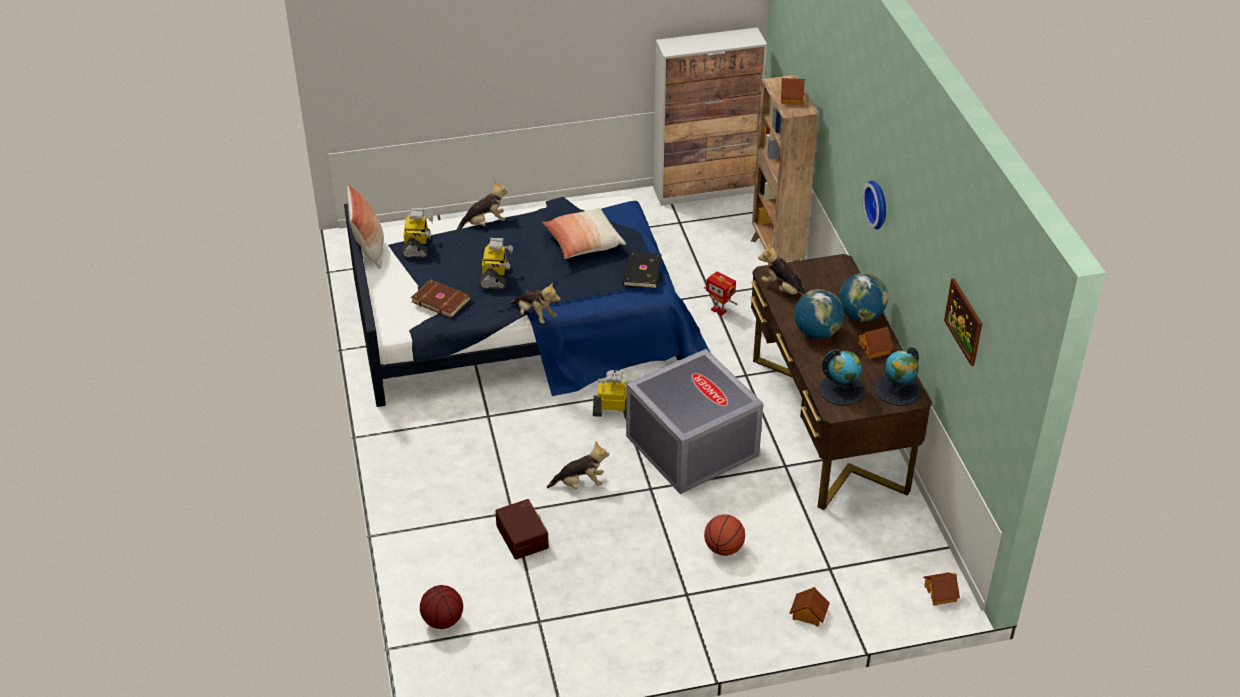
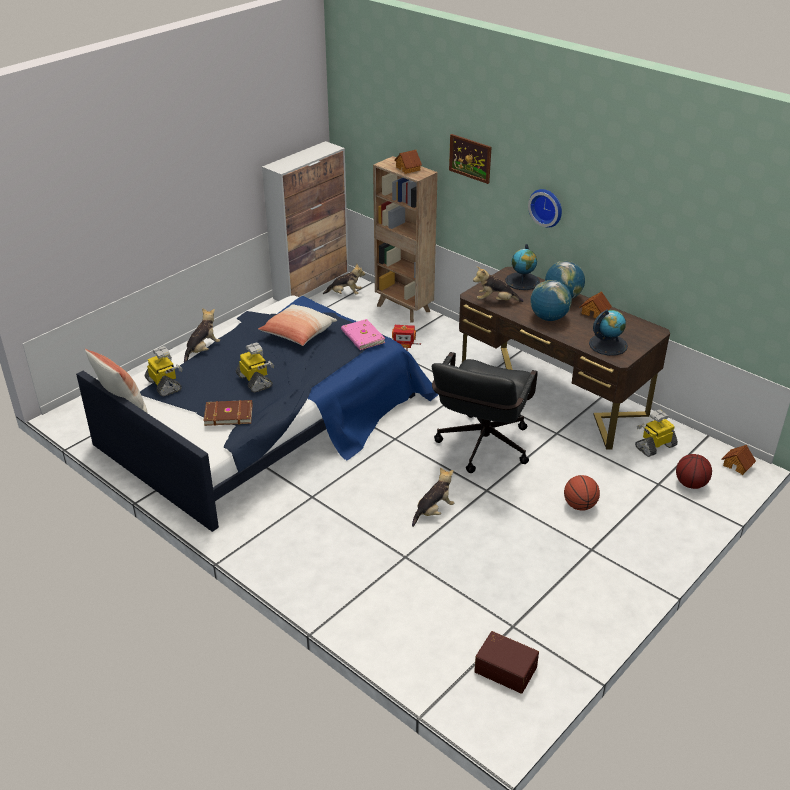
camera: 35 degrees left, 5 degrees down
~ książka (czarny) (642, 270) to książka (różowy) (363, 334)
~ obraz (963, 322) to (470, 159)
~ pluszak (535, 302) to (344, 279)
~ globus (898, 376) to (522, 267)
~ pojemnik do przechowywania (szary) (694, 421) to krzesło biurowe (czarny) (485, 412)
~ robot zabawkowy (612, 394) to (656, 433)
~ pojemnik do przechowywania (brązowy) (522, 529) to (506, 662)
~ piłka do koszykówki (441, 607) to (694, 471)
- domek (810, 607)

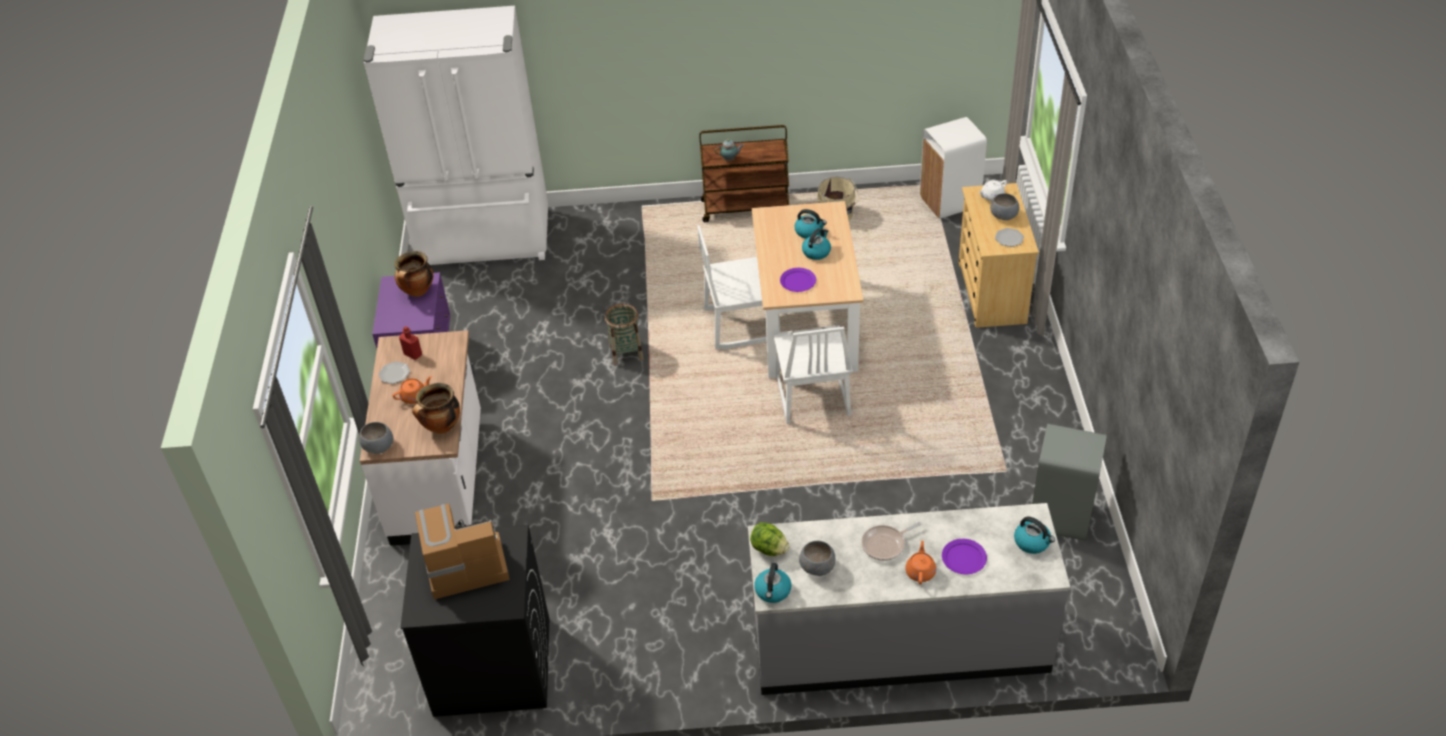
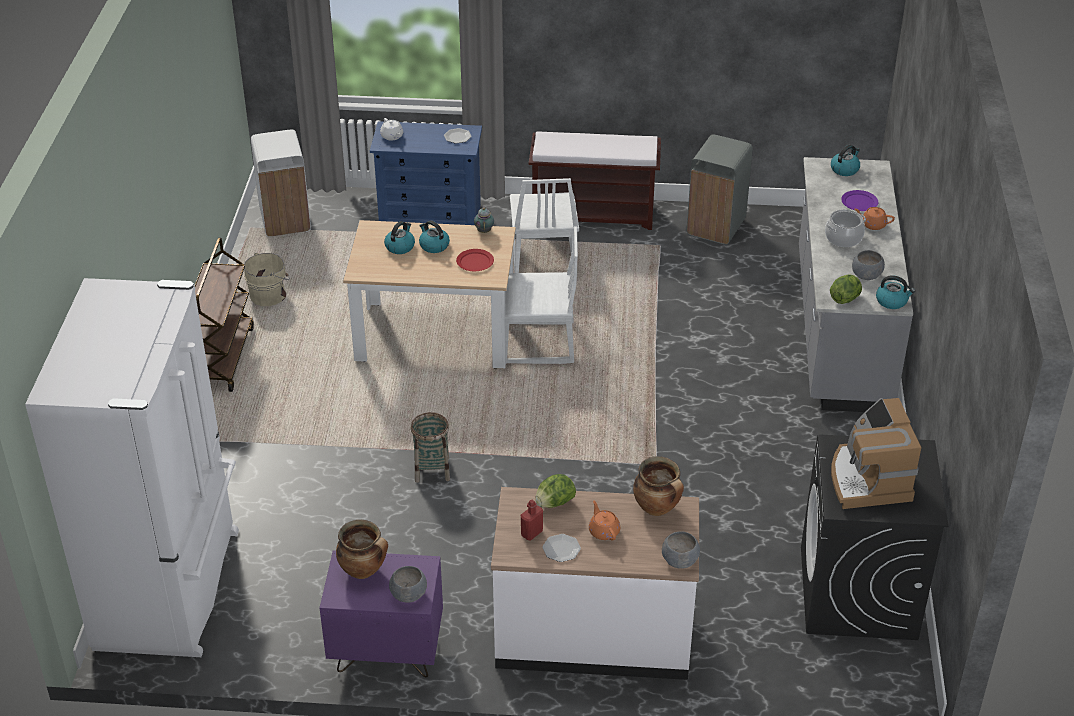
camera: 85 degrees left, 5 degrees down
~ imbryk (729, 150) to (484, 219)
~ komoda (beżowy) (999, 255) to komoda (niebieski) (426, 173)
~ miska (szary) (1004, 206) to (408, 584)
~ krzesło (biały) (738, 287) to (544, 225)
~ talerz (fioletowy) (798, 280) to talerz (czerwony) (475, 260)
~ patelnia (891, 541) to garnek (845, 228)
+ ławka (brązowy) (595, 180)
+ sałata (555, 491)

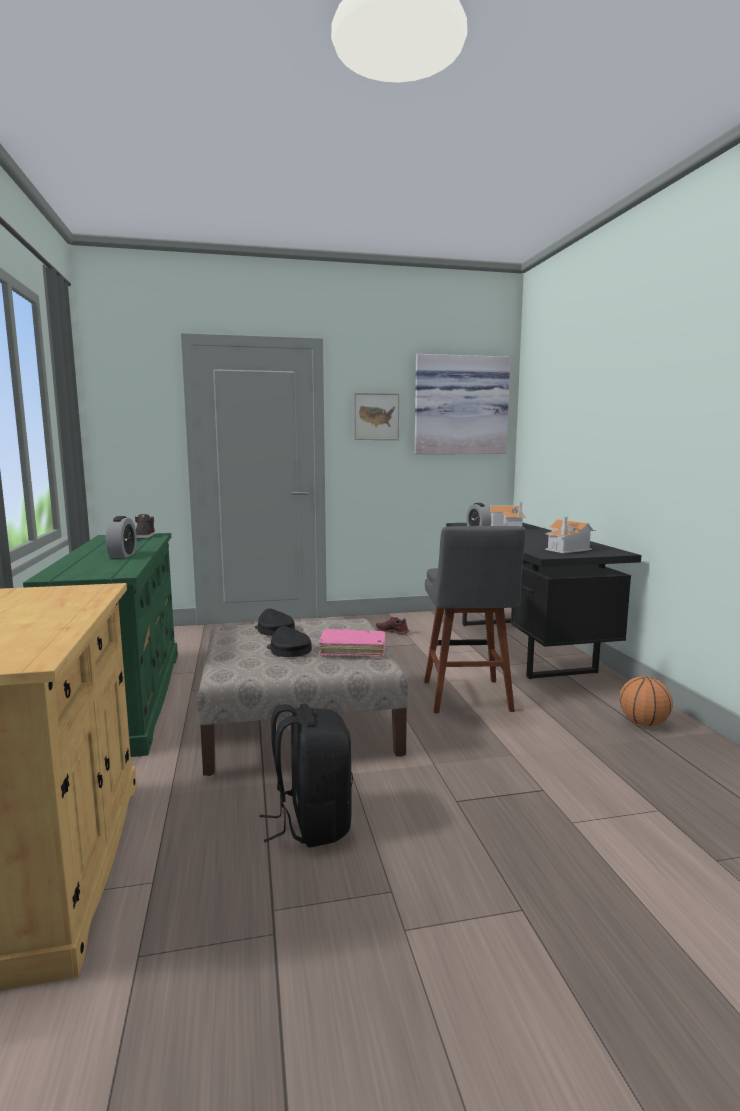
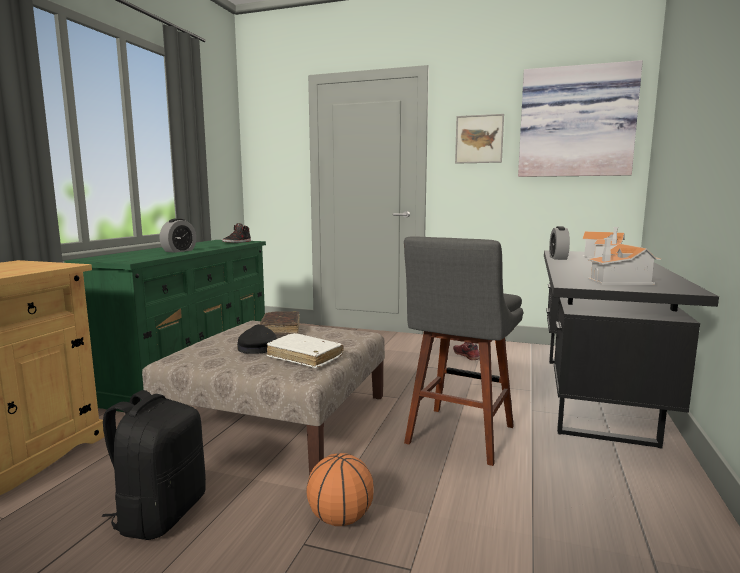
camera: 30 degrees right, 0 degrees up
~ czapka z daszkiem (czarny) (274, 622) to książka (brązowy) (280, 323)
~ książka (różowy) (352, 643) to książka (biały) (305, 350)
~ piłka do koszykówki (646, 701) to (340, 489)

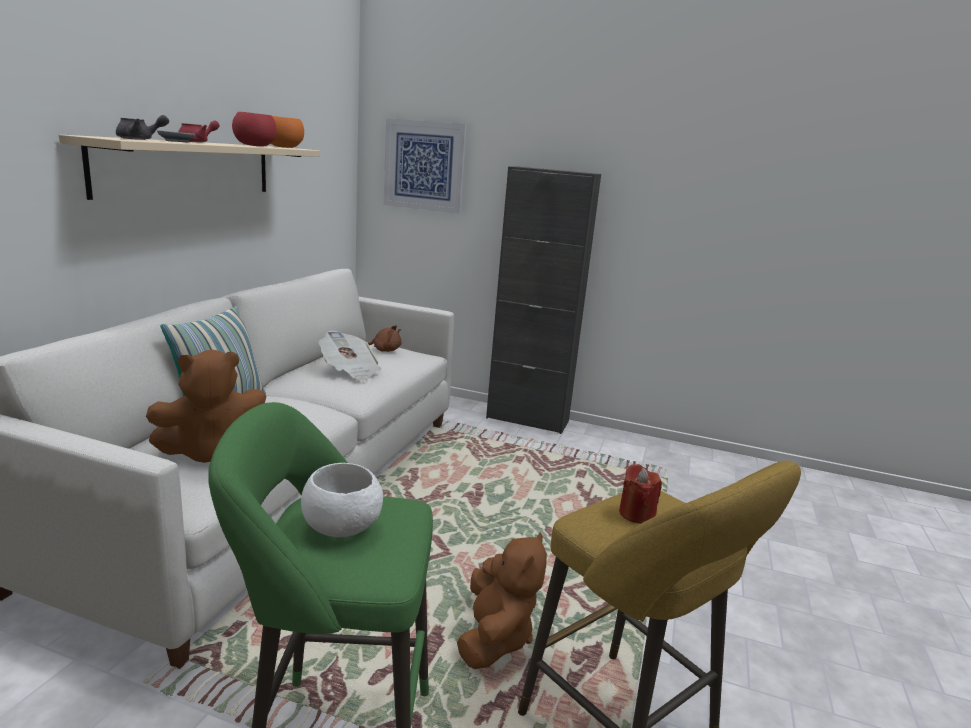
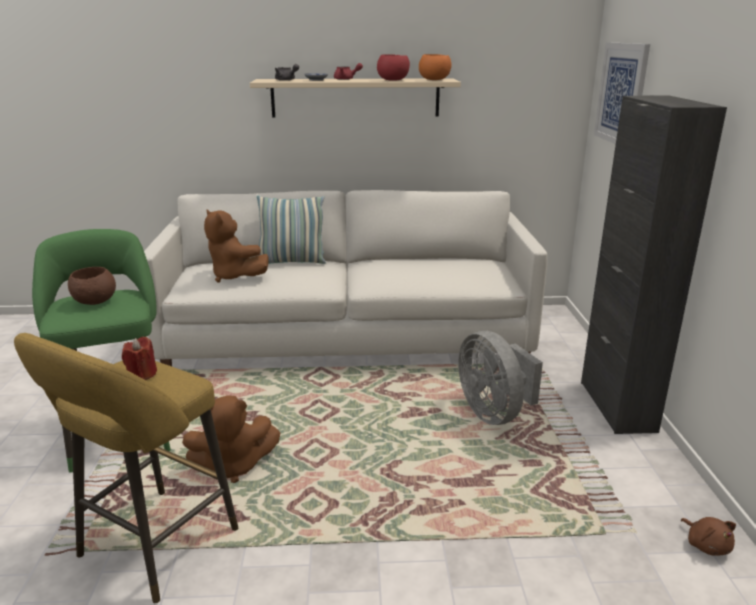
camera: 70 degrees right, 5 degrees up
~ pluszak (brązowy) (384, 338) to (708, 536)
- gazeta (350, 356)
~ miska (biały) (342, 500) to miska (brązowy) (92, 286)
+ wentylator (szary) (500, 378)

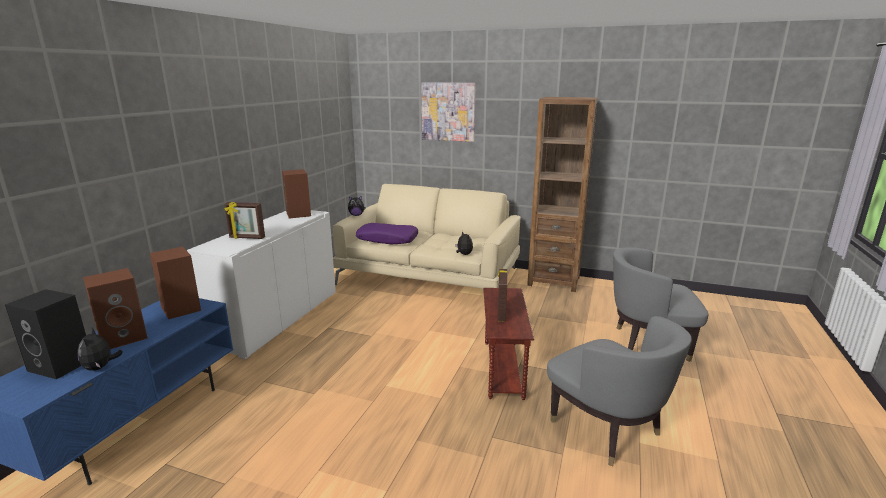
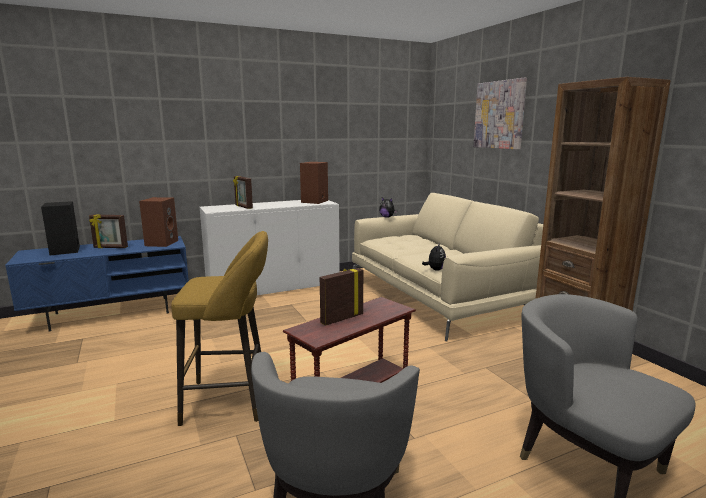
camera: 45 degrees right, 5 degrees down
- poduszka (fioletowy) (387, 233)
~ głośnik (brązowy) (115, 308) to ramka na zdjęcie (108, 231)
- pluszak (100, 349)
+ stołek (żółty) (219, 328)

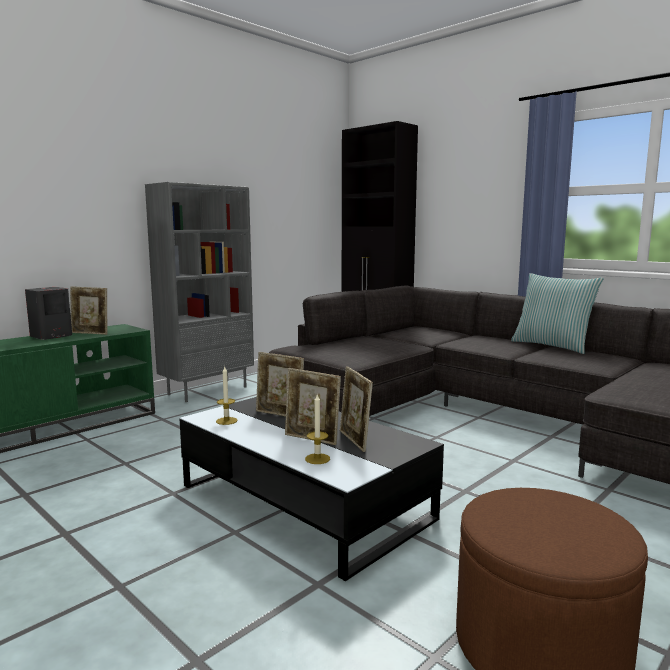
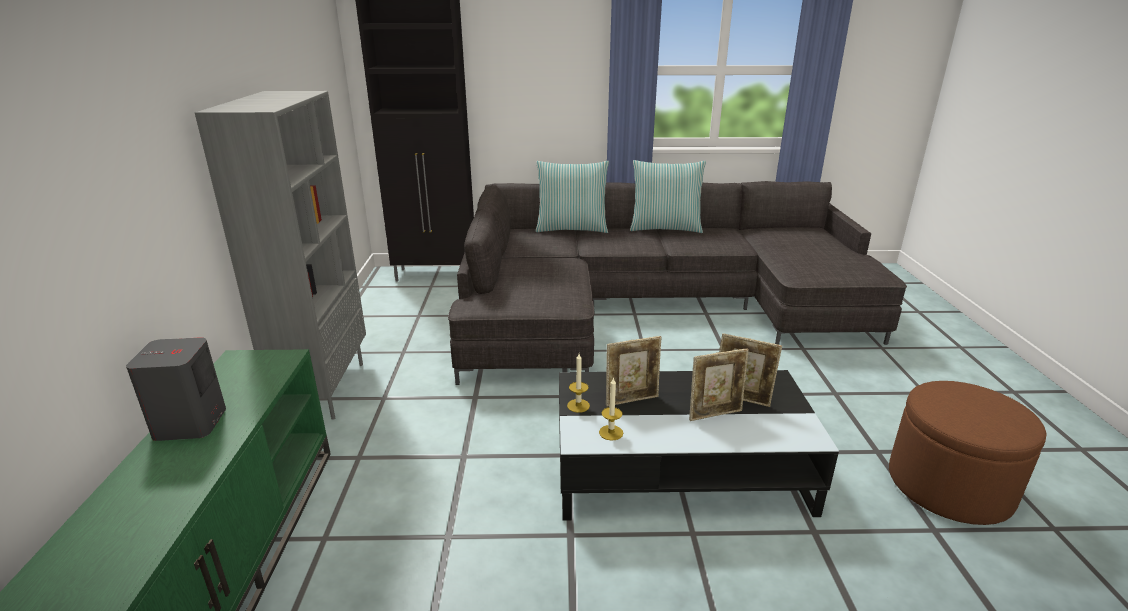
camera: 45 degrees left, 15 degrees up
- ramka na zdjęcie (89, 310)
~ świeca (317, 429) to (578, 383)
+ poduszka (572, 197)

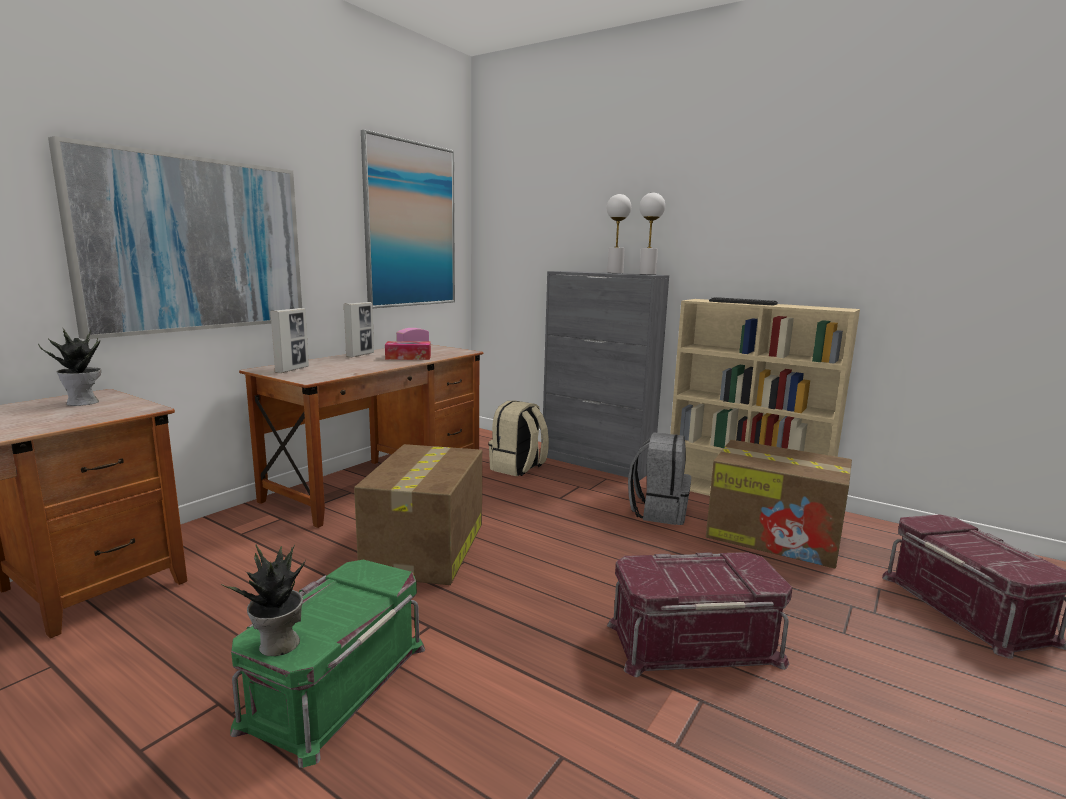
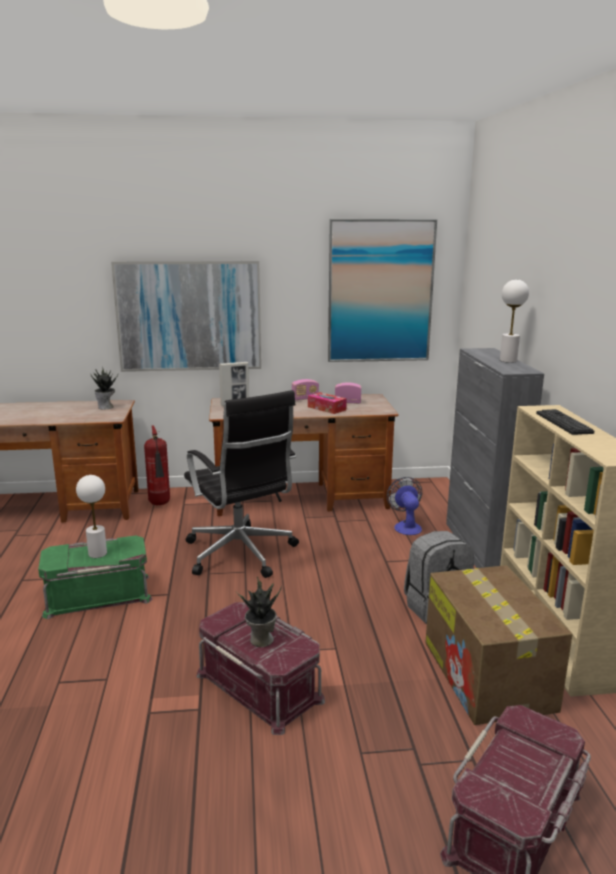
camera: 50 degrees right, 5 degrees up
~ lampa stołowa (biały) (652, 234) to (91, 516)
~ ramka na zdjęcie (358, 330) to radio (305, 390)
~ plecak (beżowy) (519, 438) to wentylator (404, 506)
~ karton (418, 514) to krzesło biurowe (czarny) (241, 484)
~ roślina doniczkowa (263, 600) to (259, 612)
+ gaśnica (157, 465)

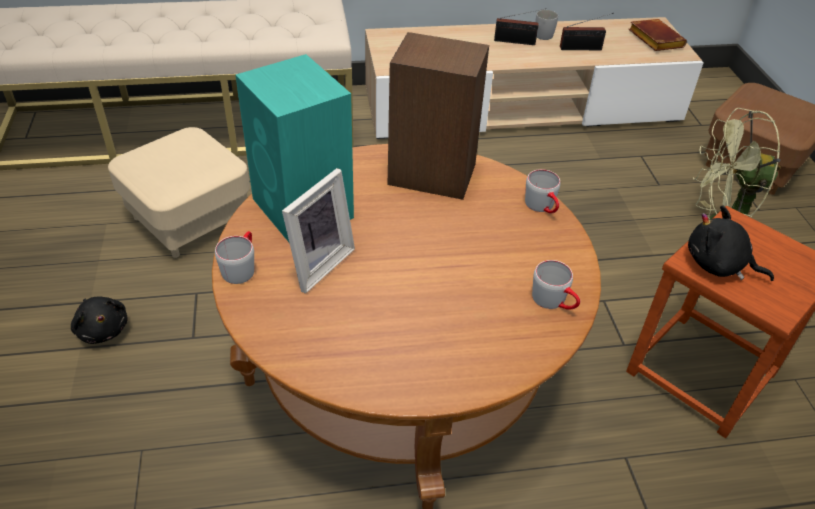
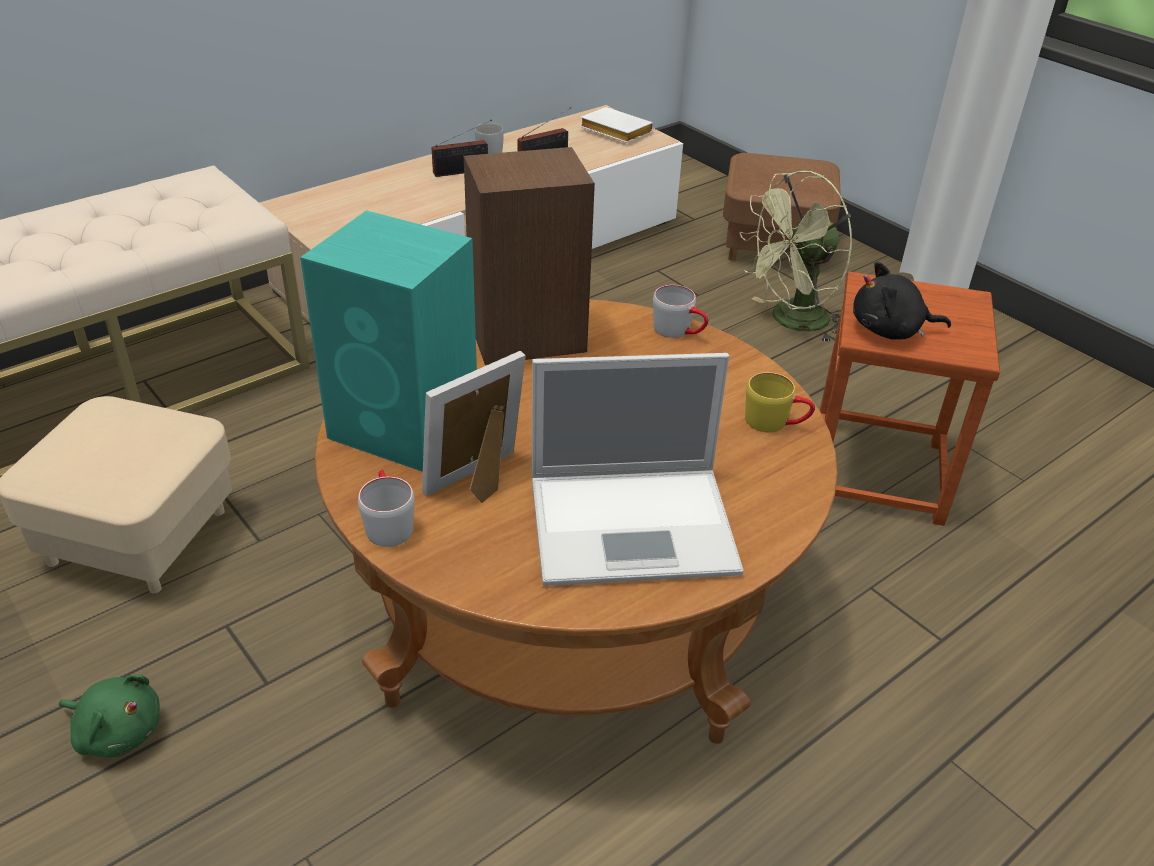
camera: 30 degrees left, 5 degrees down
~ książka (brązowy) (658, 35) to książka (biały) (617, 125)
~ ramka na zdjęcie (318, 230) = (474, 427) 135 degrees counterclockwise
~ kubek (szary) (556, 285) to kubek (żółty) (780, 402)
~ pluszak (czarny) (99, 320) to pluszak (zielony) (109, 715)
+ laptop (638, 469)

